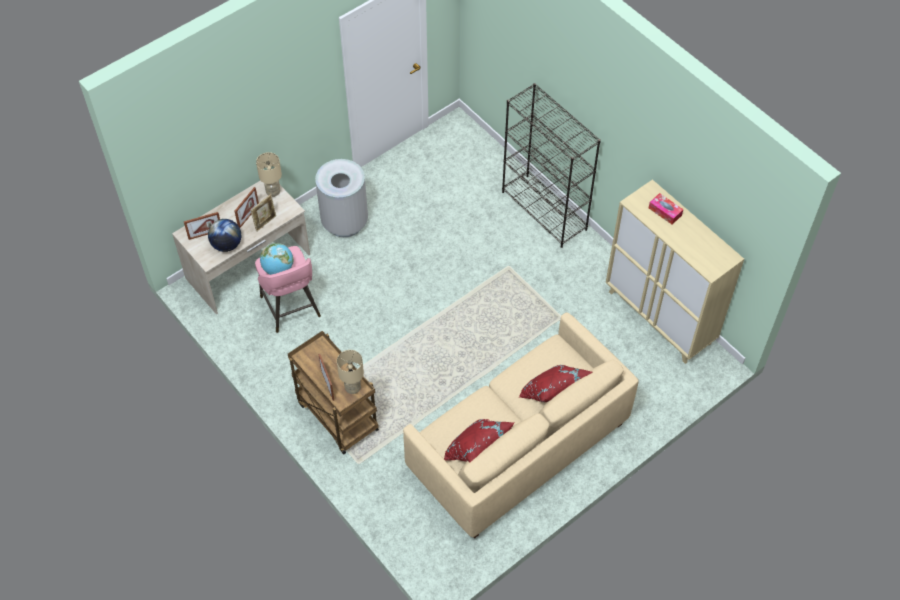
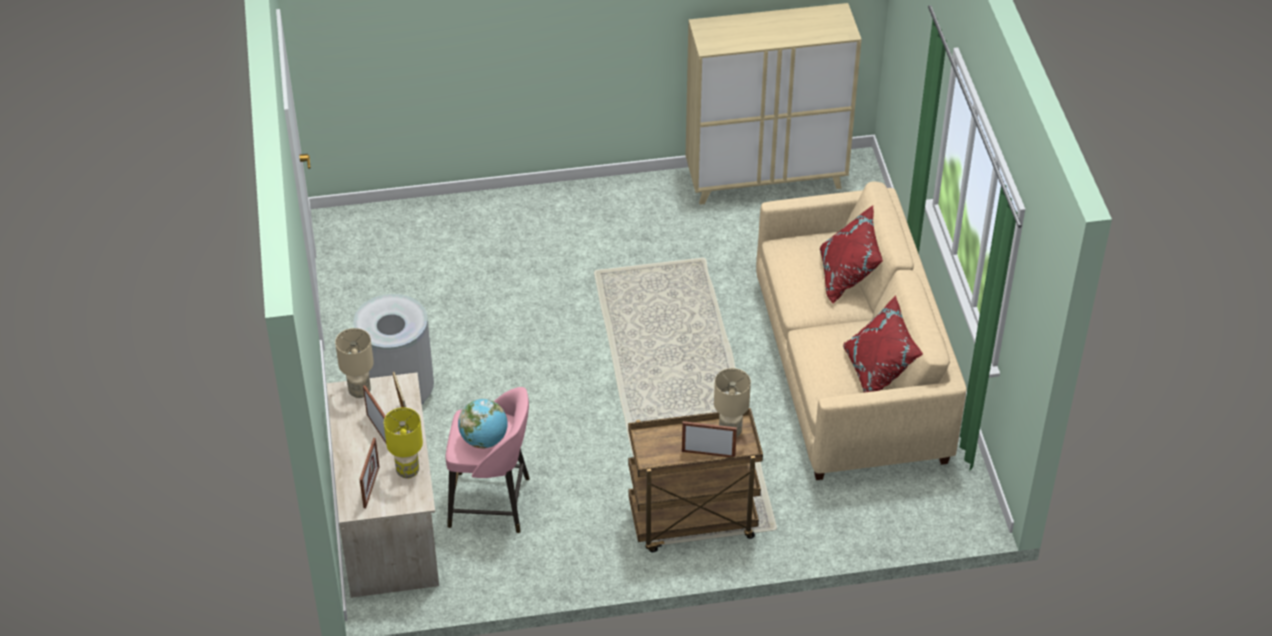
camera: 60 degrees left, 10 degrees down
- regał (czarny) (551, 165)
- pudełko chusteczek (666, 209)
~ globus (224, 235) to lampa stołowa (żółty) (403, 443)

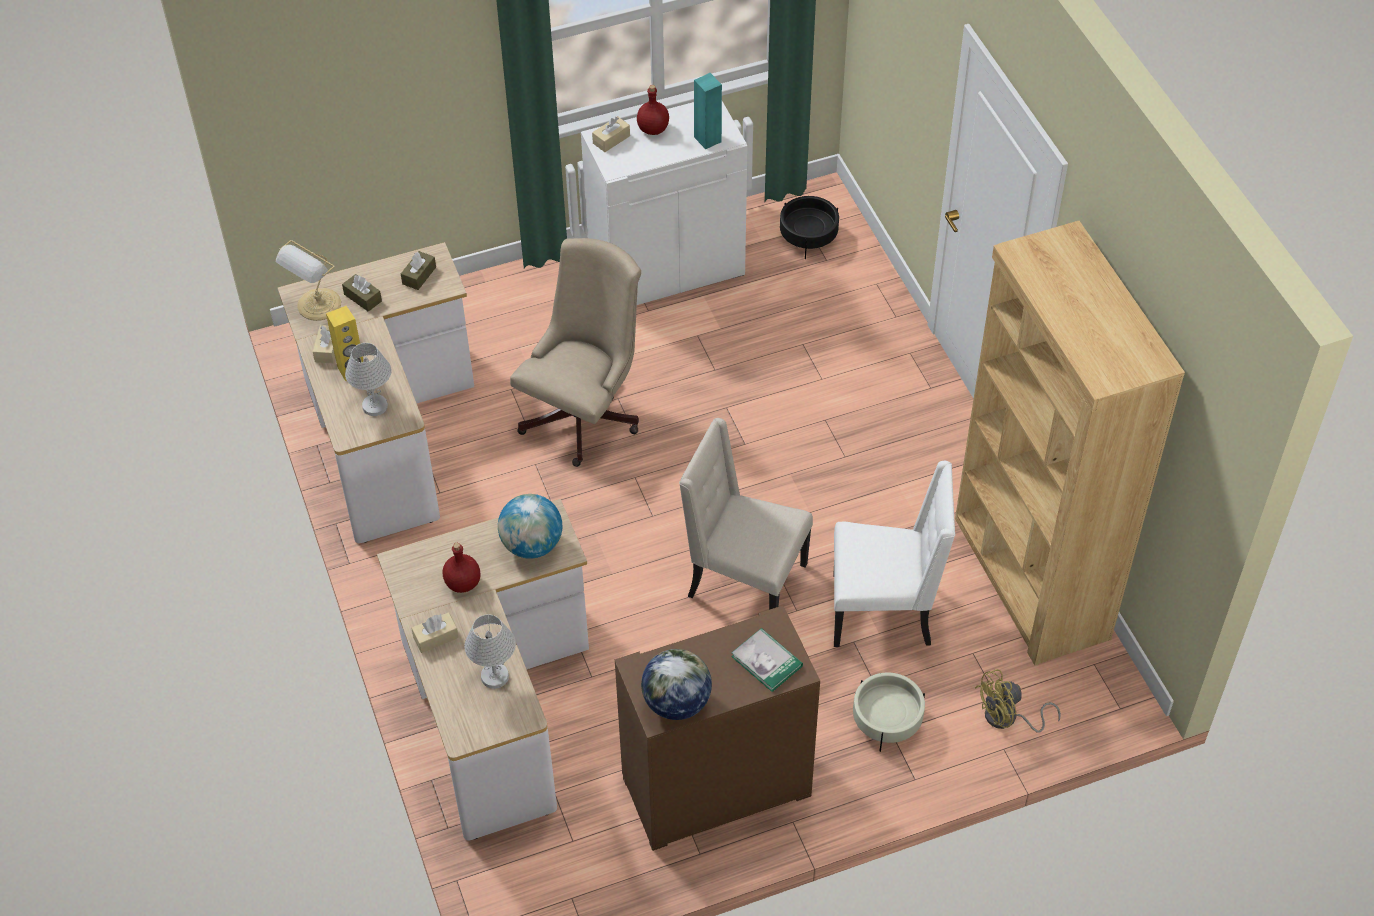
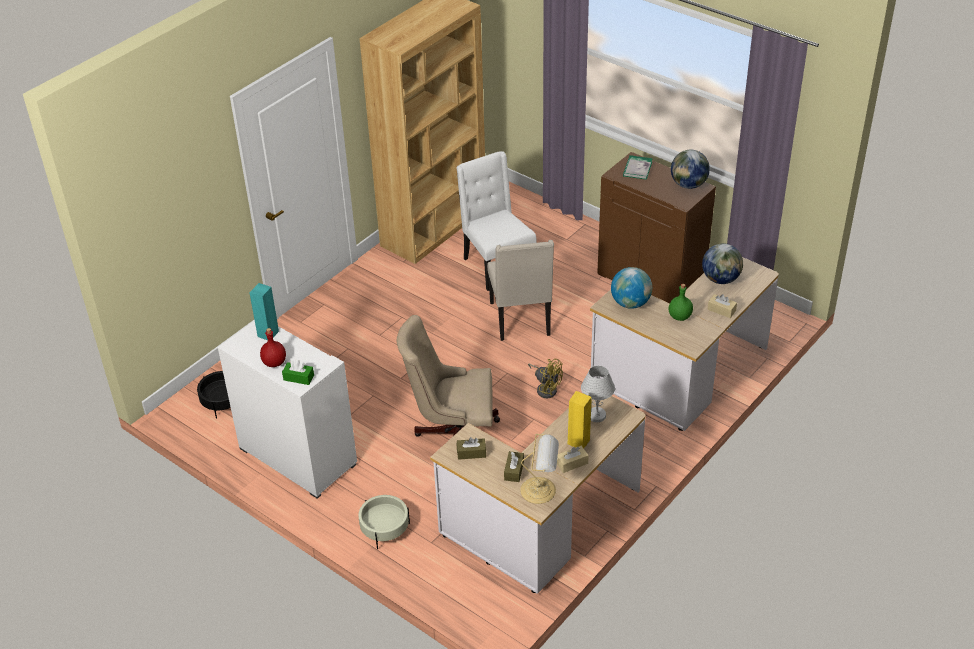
camera: 120 degrees left, 10 degrees down
~ pudełko chusteczek (beżowy) (611, 134) to pudełko chusteczek (zielony) (298, 372)
~ butelka (czerwony) (461, 568) to butelka (zielony) (681, 302)
~ lampa stołowa (biały) (490, 651) to globus (722, 263)
~ wentylator (żółty) (1018, 701) to (545, 378)
~ donica (beżowy) (889, 712) to (384, 522)

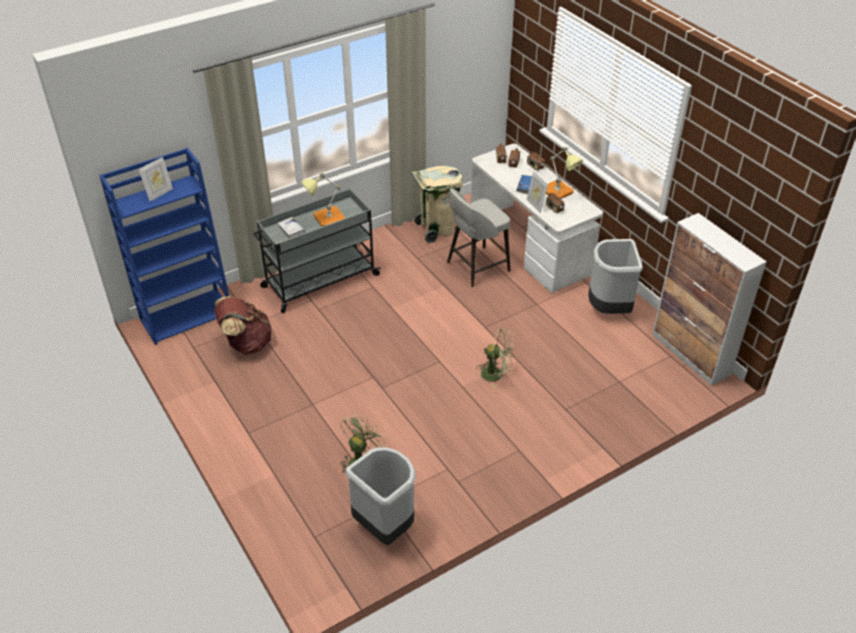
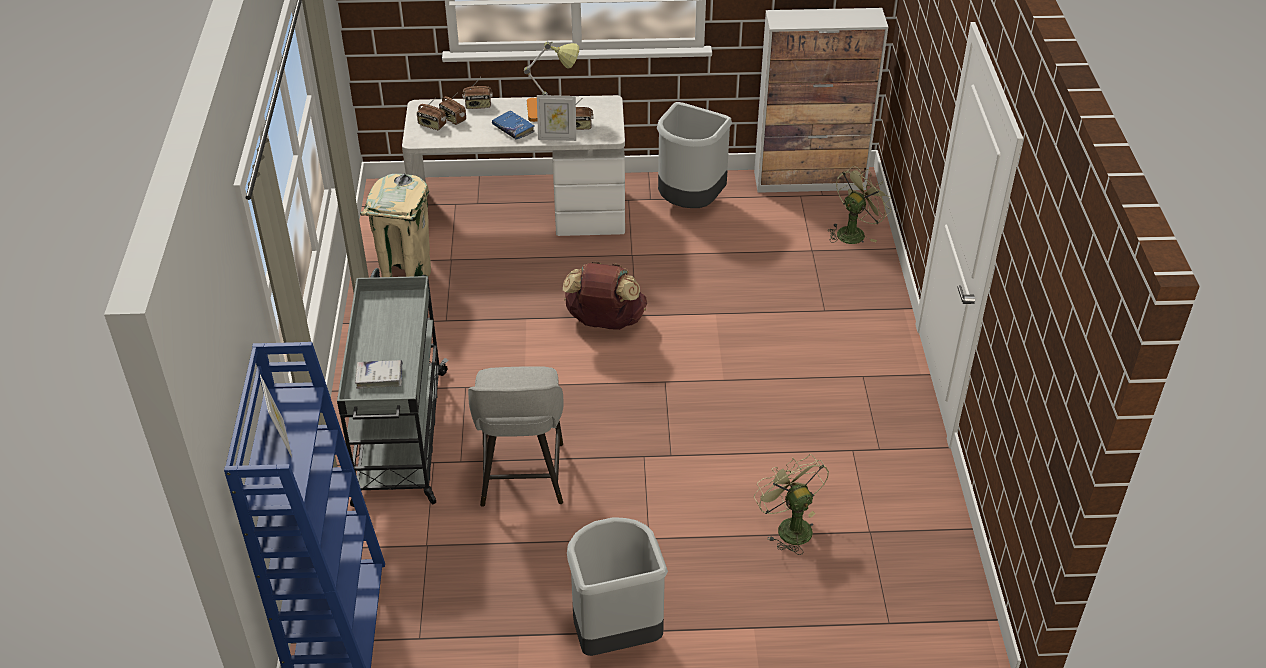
camera: 60 degrees left, 0 degrees up
- lampa stołowa (323, 200)
~ stołek (szary) (478, 238) to (516, 436)
~ plecak (brązowy) (243, 325) to (605, 295)
~ wentylator (zielony) (496, 358) to (859, 205)
~ kosz na śmieci (szary) (381, 496) to (617, 586)

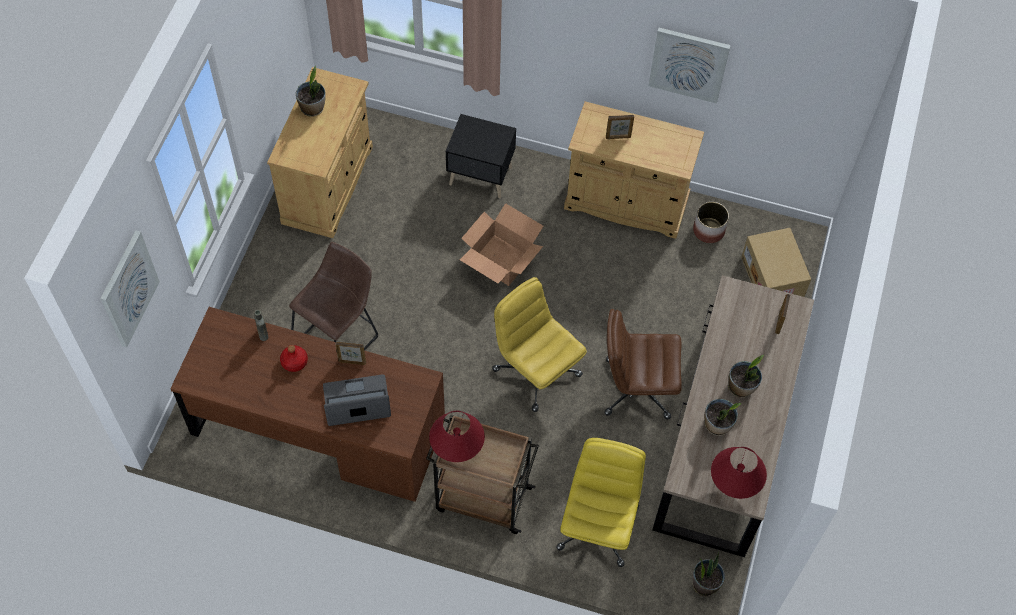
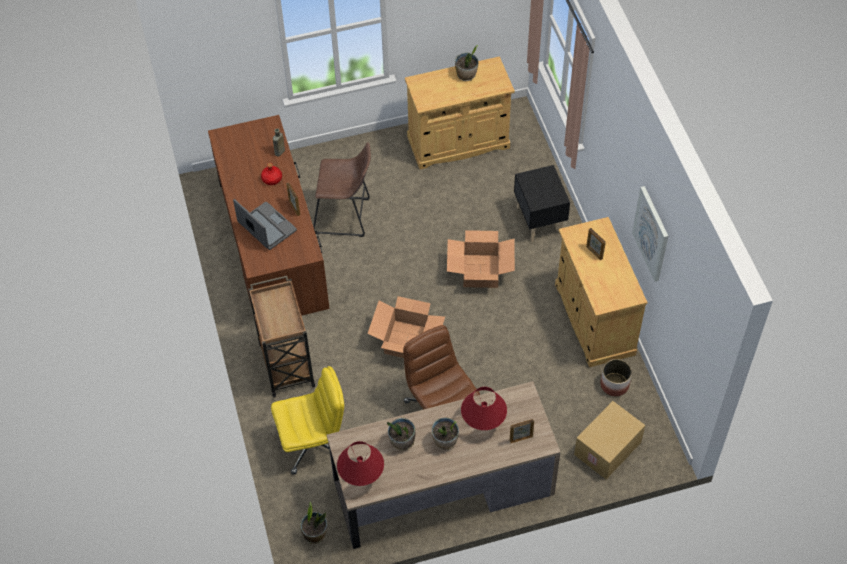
camera: 60 degrees right, 5 degrees down
- obraz (130, 289)
~ krzesło biurowe (żółty) (539, 344) to karton (406, 327)
~ lampa stołowa (czerwony) (457, 436) to (484, 408)

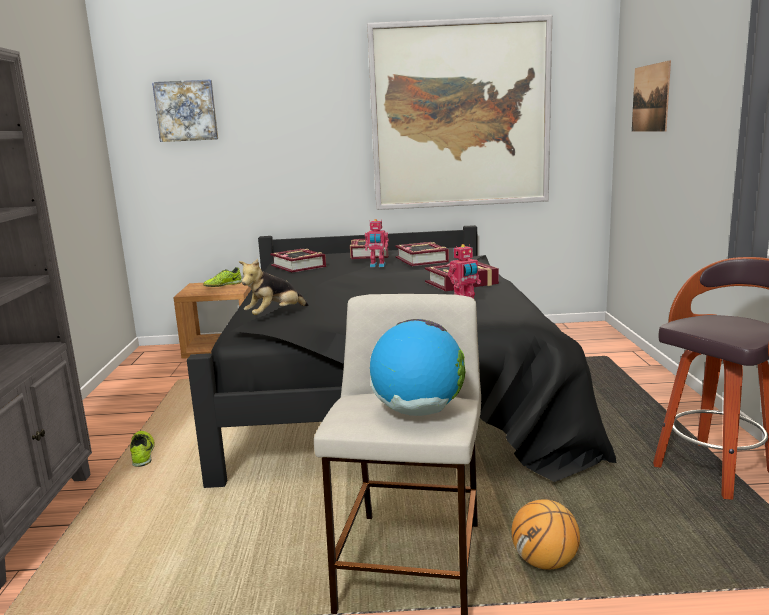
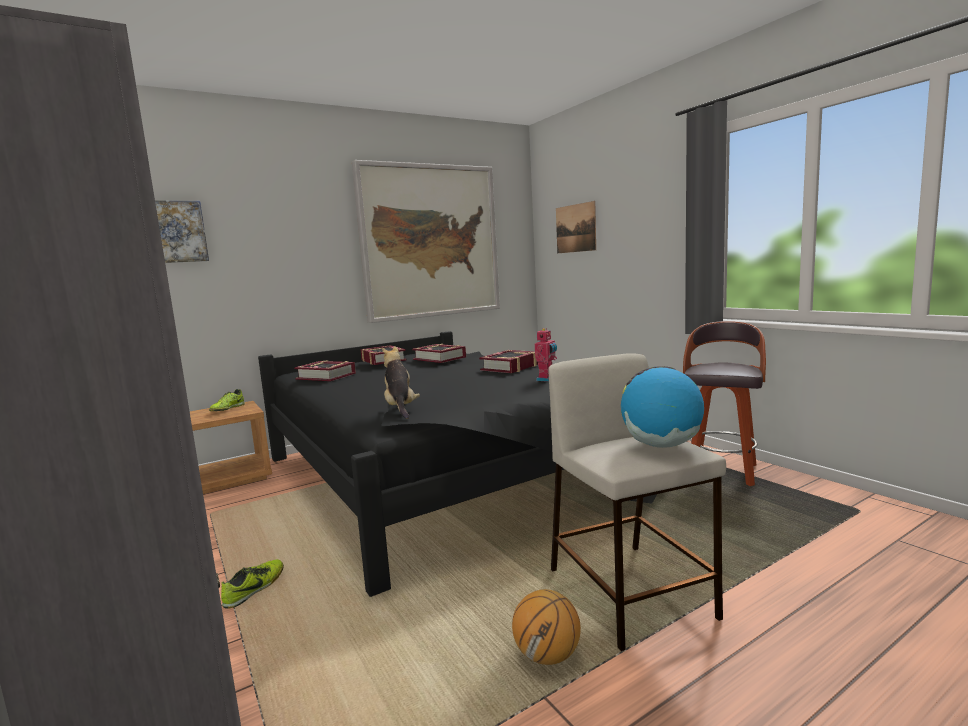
camera: 30 degrees left, 5 degrees down
- robot zabawkowy (377, 243)
~ pluszak (274, 287) = (401, 382) 150 degrees clockwise
~ but (142, 449) = (252, 584) 75 degrees clockwise
~ piłka do koszykówki (546, 534) to (546, 627)

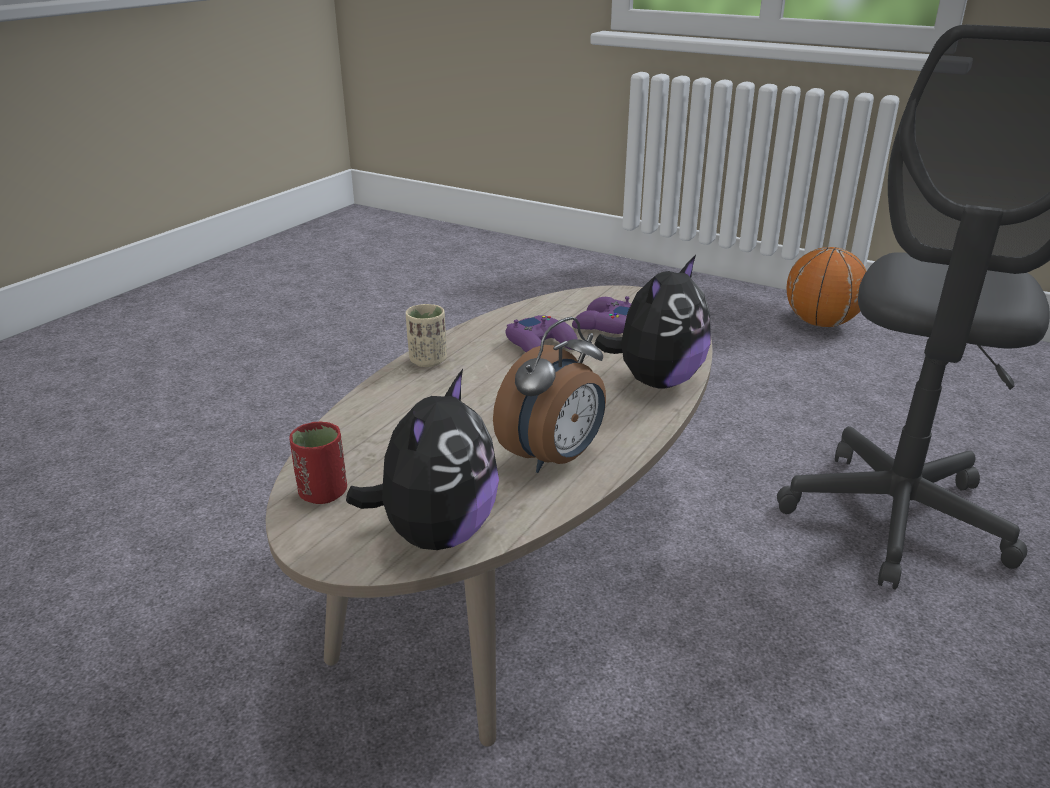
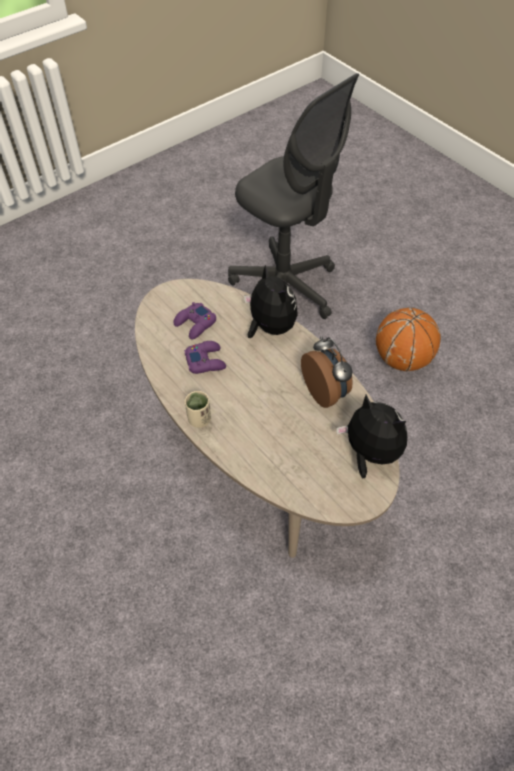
camera: 70 degrees left, 25 degrees up
~ piłka do koszykówki (826, 287) to (408, 339)
- filiżanka (czerwony) (318, 463)

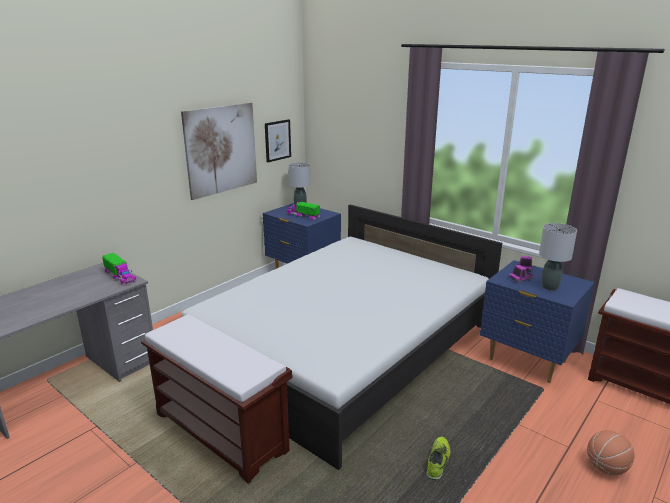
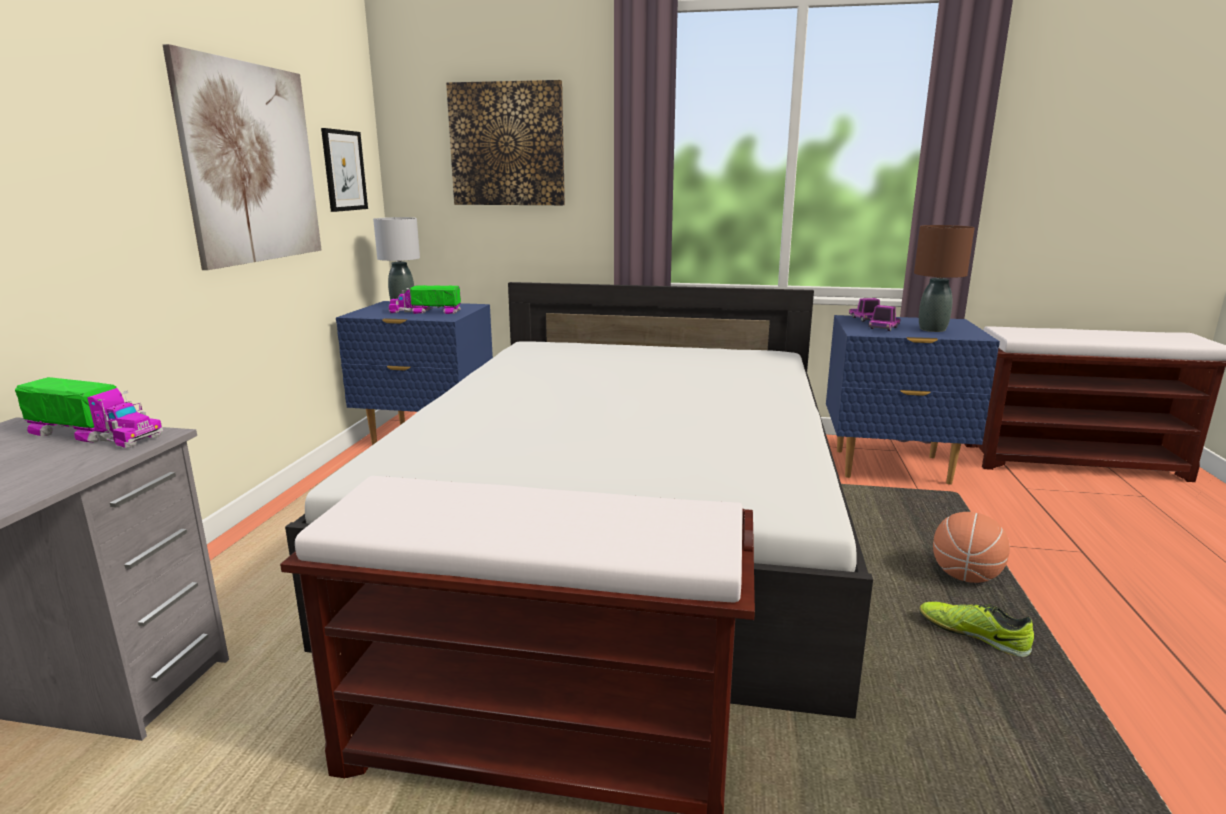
camera: 30 degrees left, 5 degrees down
~ lampa stołowa (szary) (558, 256) to lampa stołowa (brązowy) (944, 278)
~ piłka do koszykówki (610, 452) to (971, 547)
~ but (438, 458) = (977, 629) 45 degrees counterclockwise
+ obraz (505, 142)

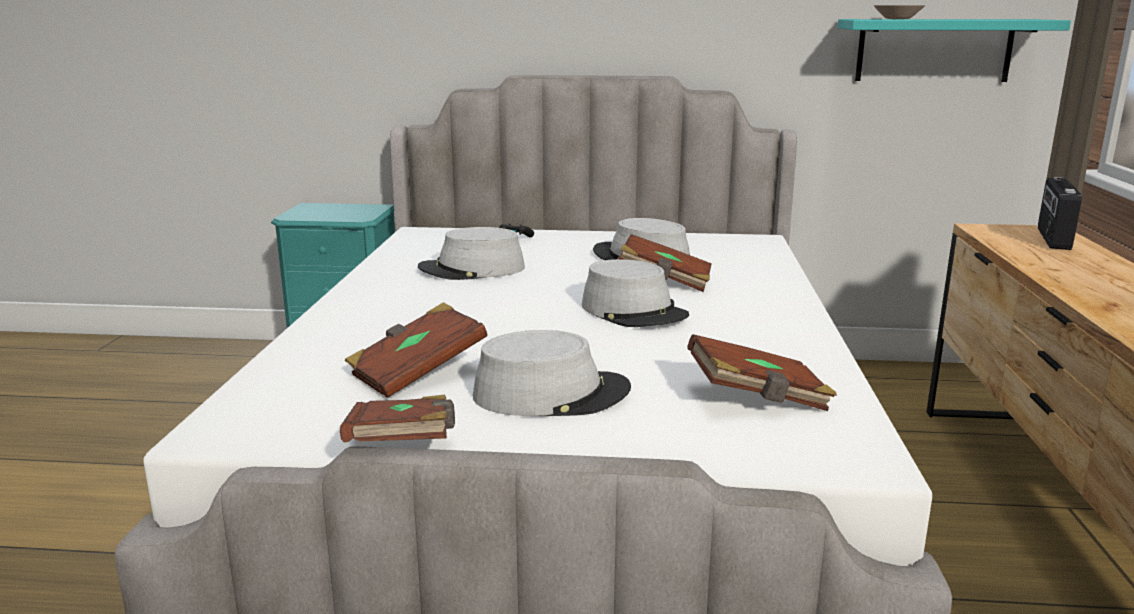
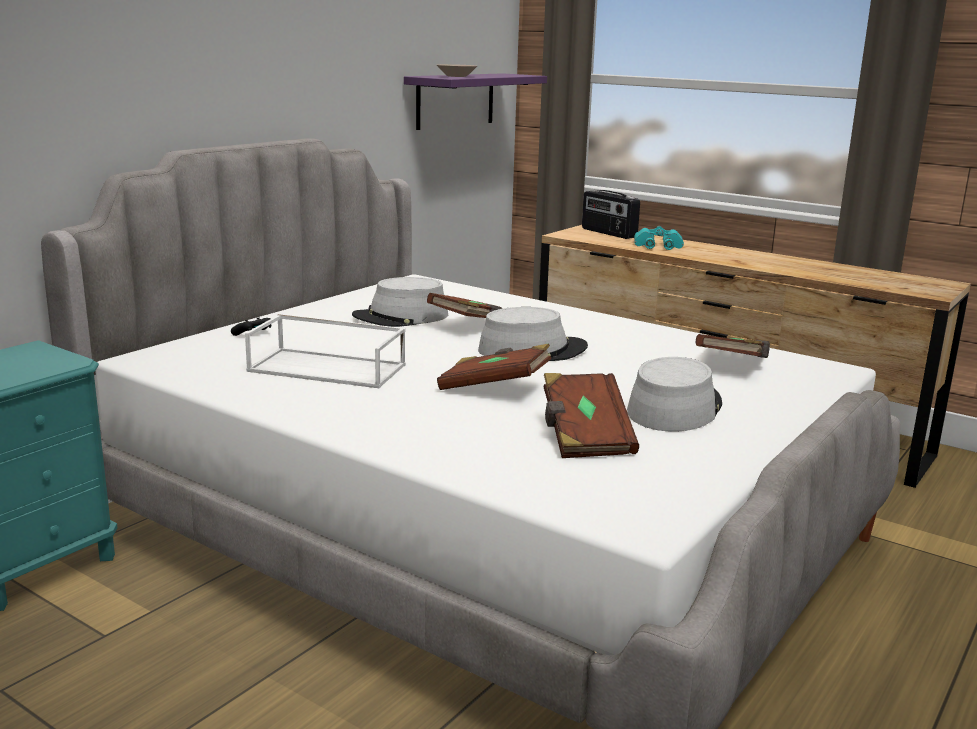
camera: 60 degrees left, 0 degrees up
~ półka (turkusowy) (954, 50) to półka (fioletowy) (475, 101)
~ kapelusz (szary) (471, 253) to taca (biały) (325, 351)
~ książka (brązowy) (397, 418) to (494, 367)
+ lornetka (turkusowy) (659, 238)

